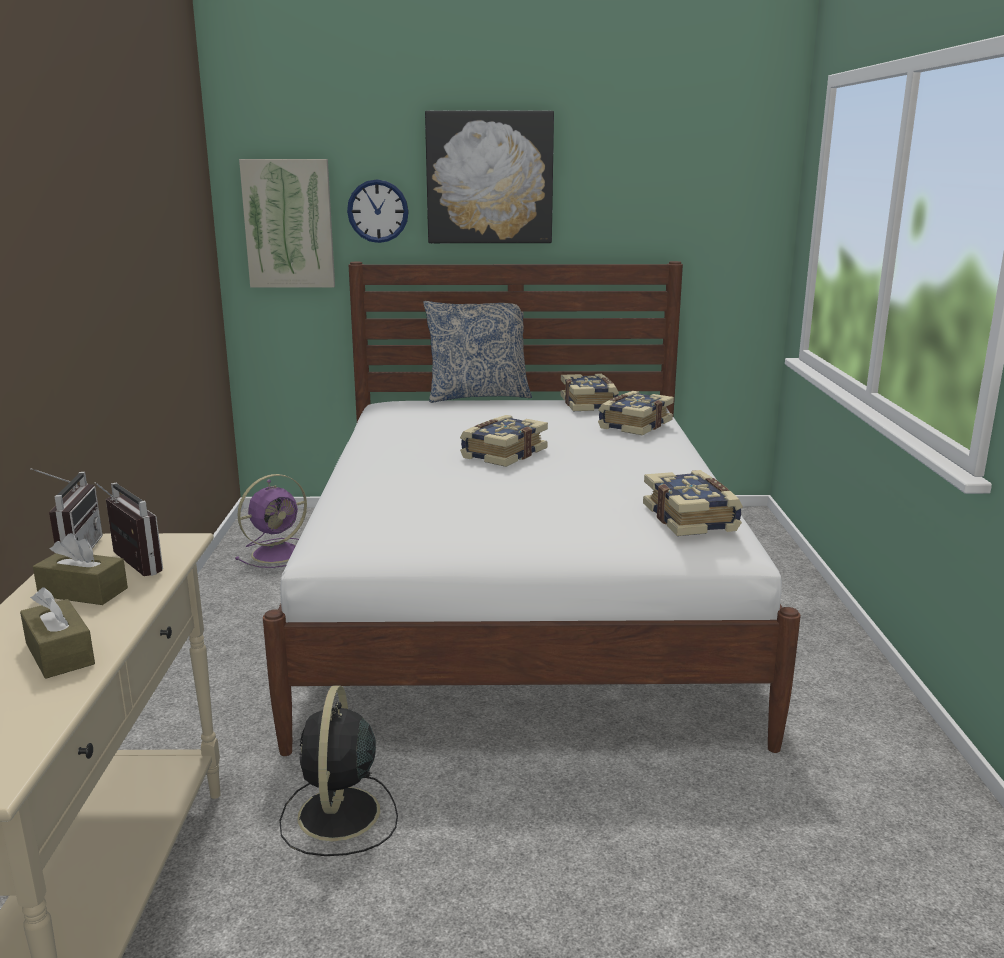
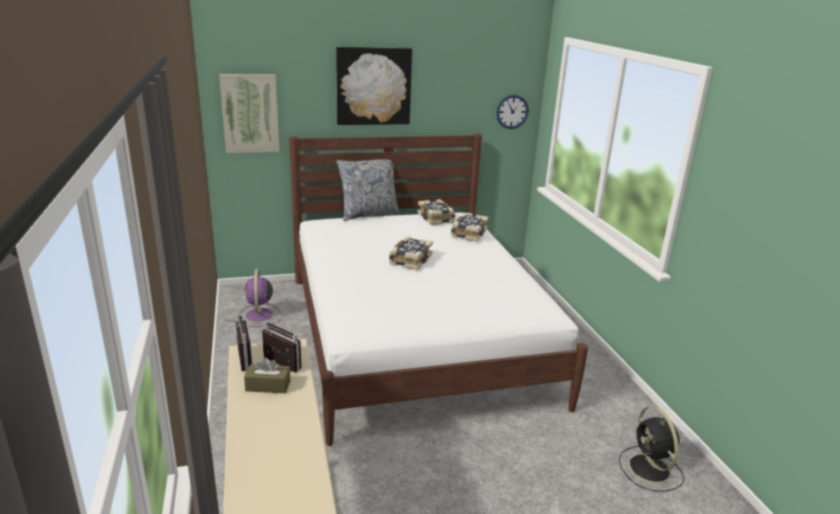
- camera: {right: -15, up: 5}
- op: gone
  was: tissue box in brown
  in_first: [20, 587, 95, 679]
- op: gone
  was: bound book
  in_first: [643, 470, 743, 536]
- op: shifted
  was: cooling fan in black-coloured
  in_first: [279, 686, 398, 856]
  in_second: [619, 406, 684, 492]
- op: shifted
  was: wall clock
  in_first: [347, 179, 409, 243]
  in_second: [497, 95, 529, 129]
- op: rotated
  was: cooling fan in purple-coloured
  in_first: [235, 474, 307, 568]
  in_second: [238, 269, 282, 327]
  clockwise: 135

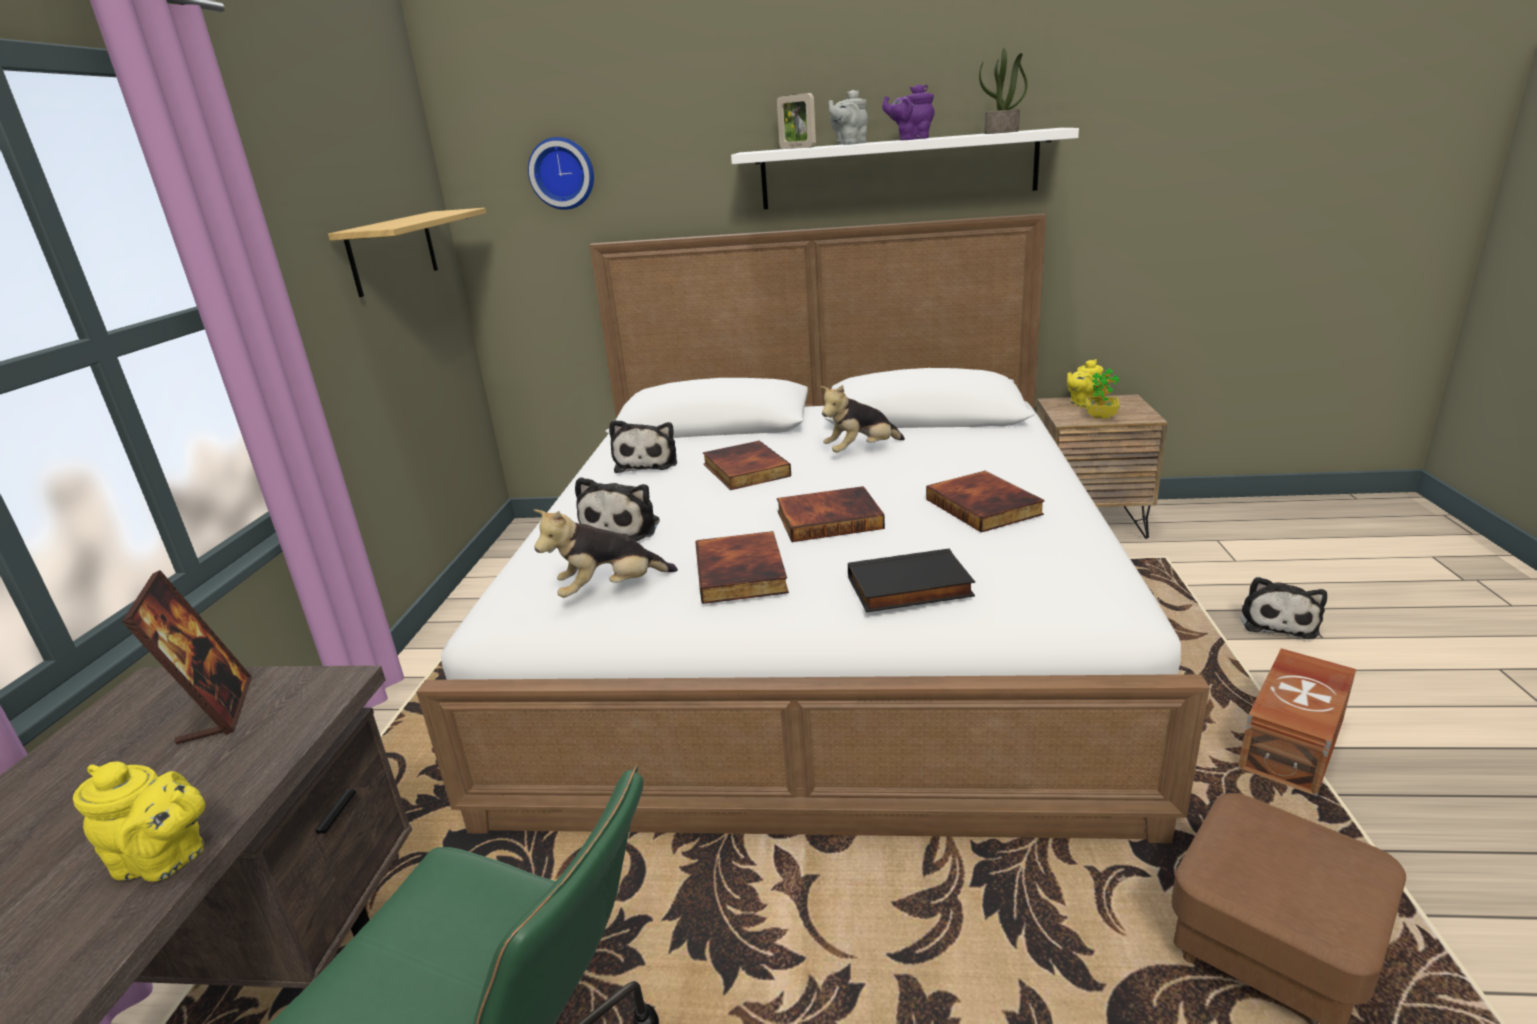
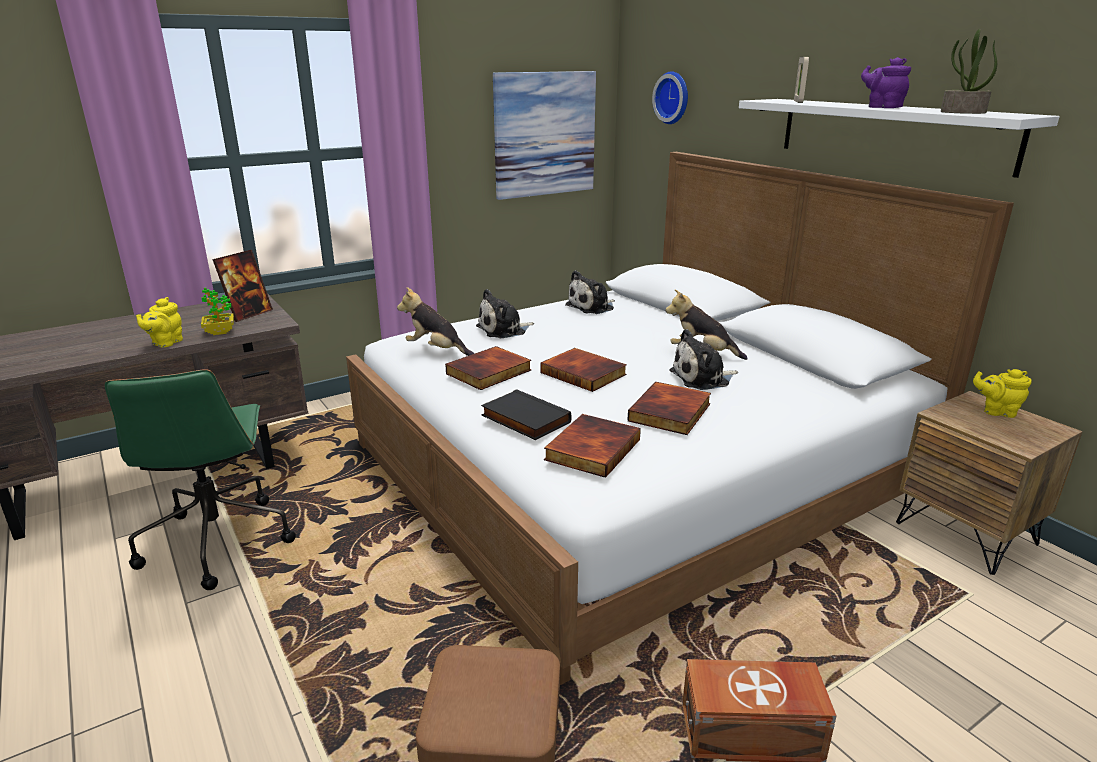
- camera: {right: 50, up: 0}
- op: gone
  was: teapot in grey
  in_first: [828, 90, 868, 145]
- op: shifted
  was: bound book
  in_first: [703, 441, 791, 490]
  in_second: [544, 414, 641, 478]
- op: shifted
  was: potted plant
  in_first: [1085, 368, 1120, 419]
  in_second: [201, 288, 234, 335]
- op: shifted
  was: cuddly toy
  in_first: [1241, 577, 1327, 639]
  in_second: [669, 329, 738, 390]
- op: swapped
  was: shelf
  now: wall picture
  in_first: [328, 208, 486, 297]
  in_second: [493, 71, 596, 200]
- op: rotated
  was: teapot in yellowish
  in_first: [73, 761, 205, 882]
  in_second: [136, 297, 183, 347]
  clockwise: 45

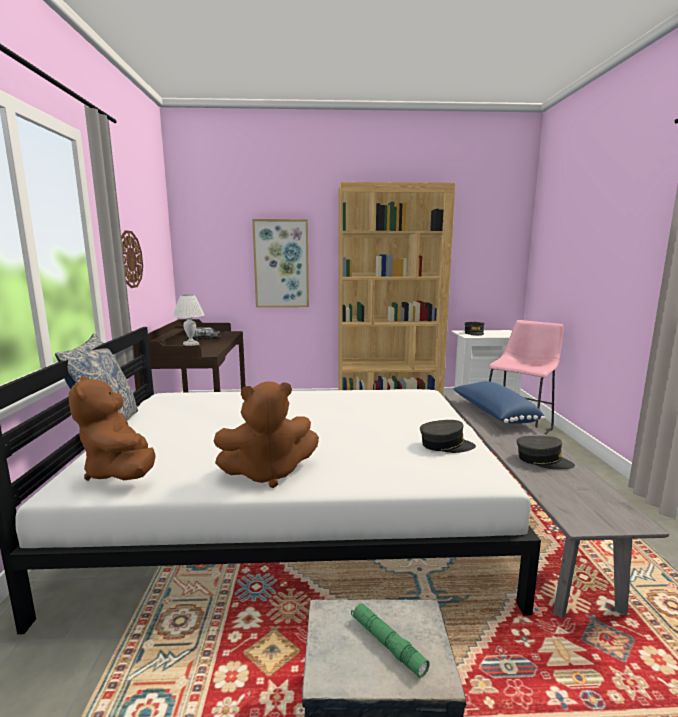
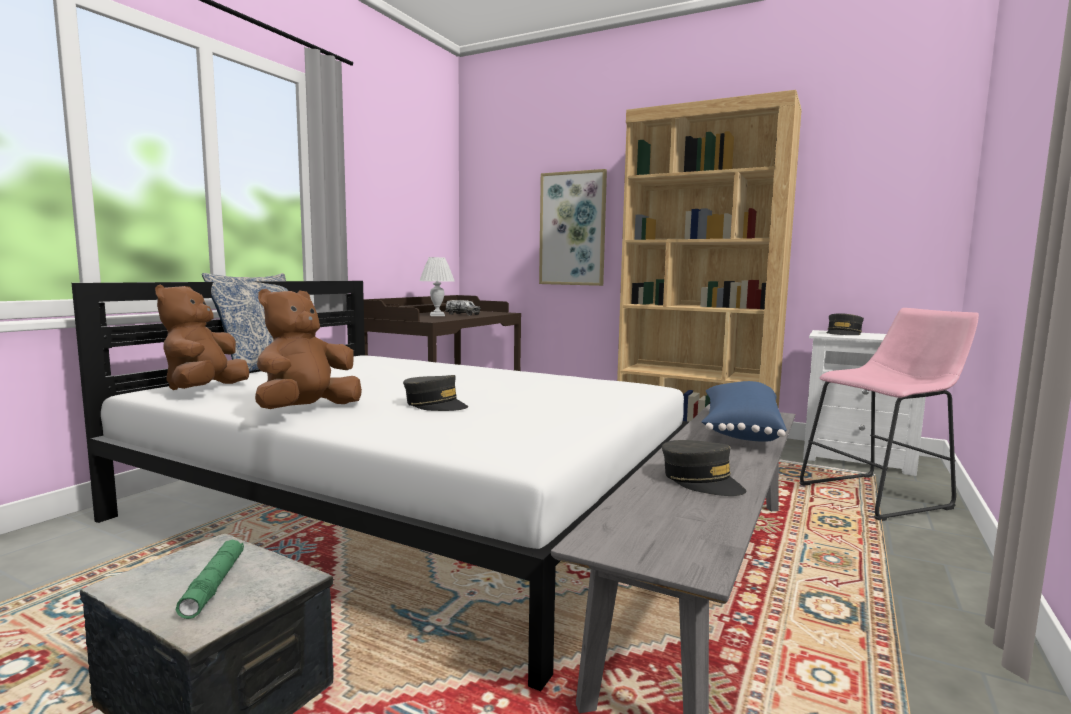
- camera: {right: 30, up: -5}
- op: gone
  was: wall clock
  in_first: [121, 230, 143, 288]
- op: shifted
  was: peaked cap in grey
  in_first: [420, 420, 476, 453]
  in_second: [403, 375, 468, 411]
- op: rotated
  was: cuddly toy in brown
  in_first: [214, 381, 319, 488]
  in_second: [255, 289, 362, 409]
  clockwise: 105

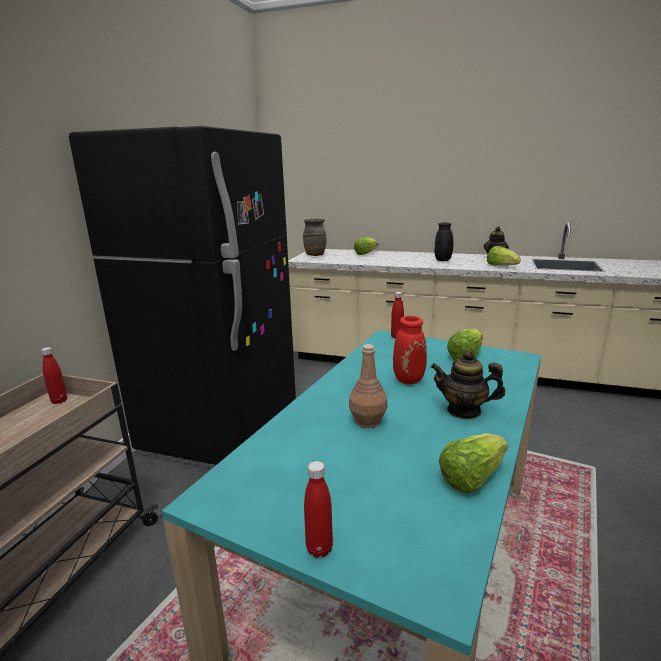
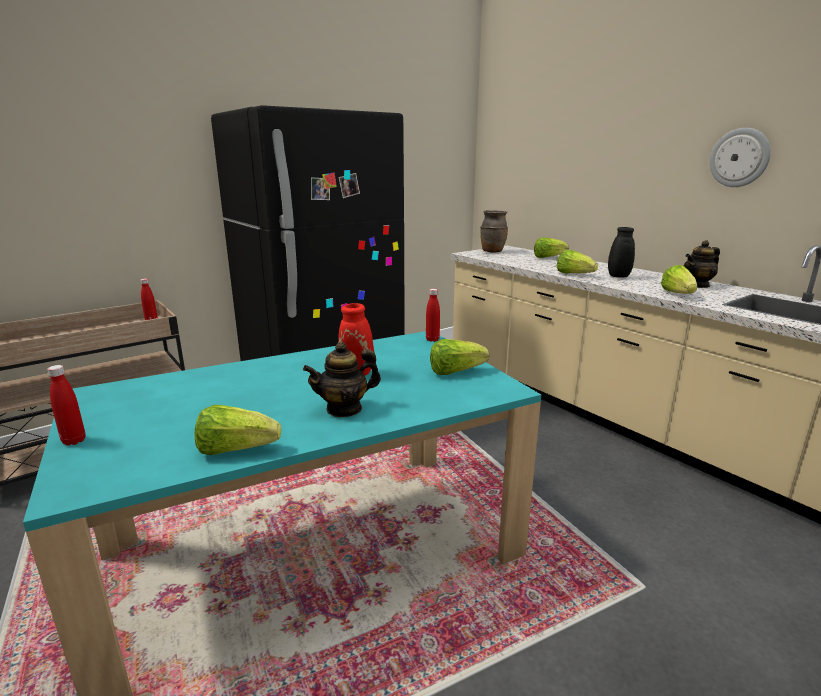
- camera: {right: 35, up: 0}
- op: gone
  was: beverage bottle in brown
  in_first: [349, 344, 387, 428]
- op: new
  now: lettuce head
  in_second: [557, 250, 598, 273]
- op: new
  now: wall clock
  in_second: [709, 128, 771, 187]
- op: rotated
  was: teapot
  in_first: [431, 350, 505, 419]
  in_second: [303, 342, 381, 417]
  clockwise: -75

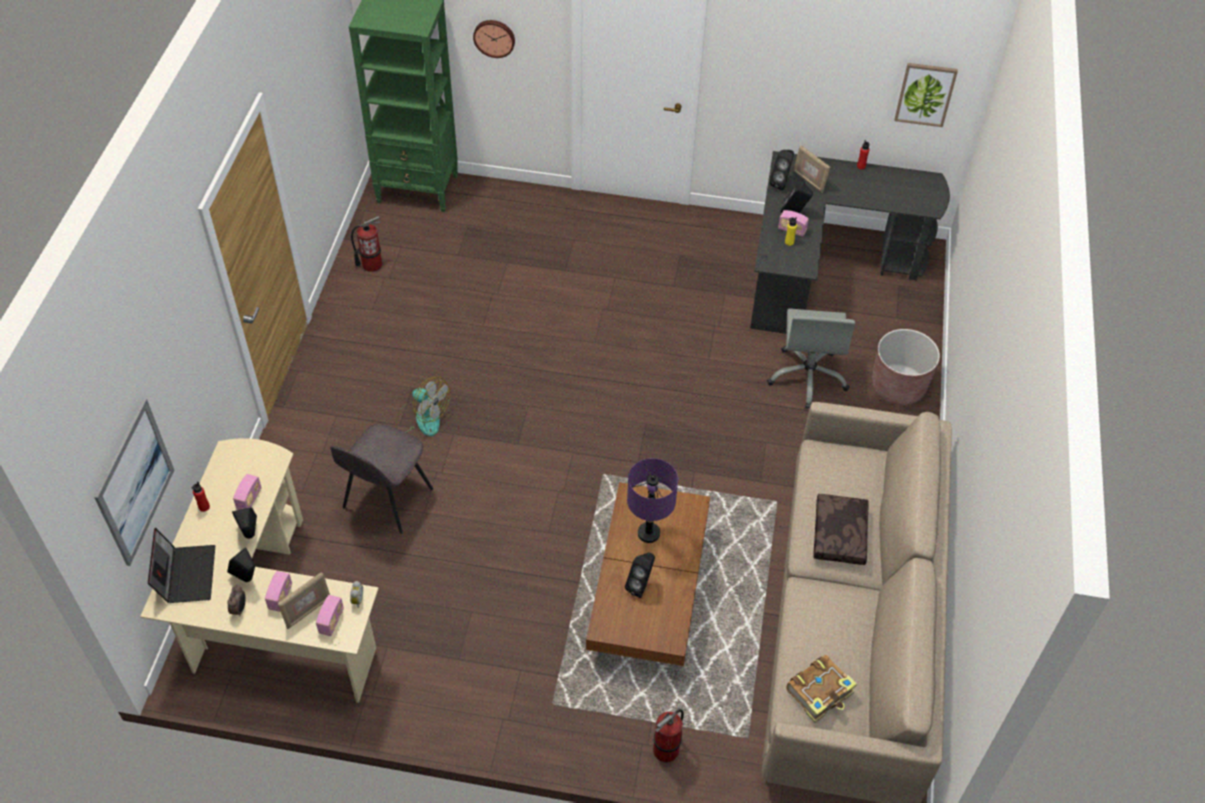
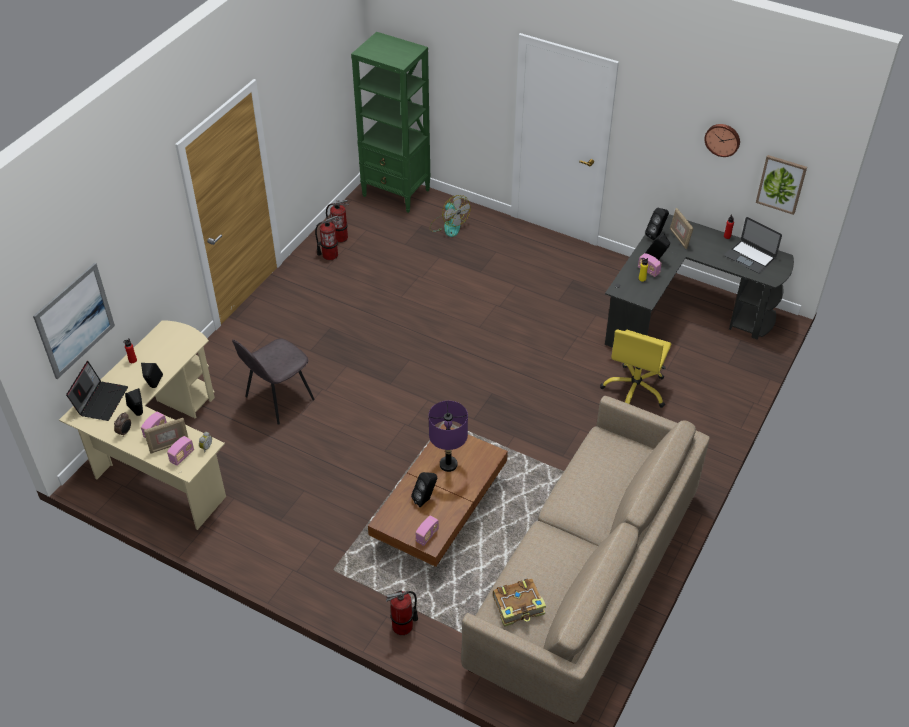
- camera: {right: 20, up: -5}
- op: gone
  was: cushion in brown
  in_first: [813, 494, 869, 565]
- op: gone
  was: plant pot in brown
  in_first: [872, 329, 940, 405]
- op: new
  now: fire extinguisher
  in_second: [315, 216, 339, 260]
- op: new
  now: portable computer
  in_second: [725, 217, 782, 273]
- op: shifted
  was: radio receiver
  in_first: [233, 474, 262, 510]
  in_second: [416, 515, 439, 546]
- op: shifted
  was: cooling fan
  in_first: [396, 377, 450, 436]
  in_second: [430, 195, 471, 237]
- op: shifted
  was: wall clock
  in_first: [473, 20, 515, 58]
  in_second: [704, 124, 740, 157]
- op: repainted
  was: desk chair in grey
  now: desk chair in yellowish
  in_first: [767, 308, 855, 409]
  in_second: [600, 329, 671, 408]

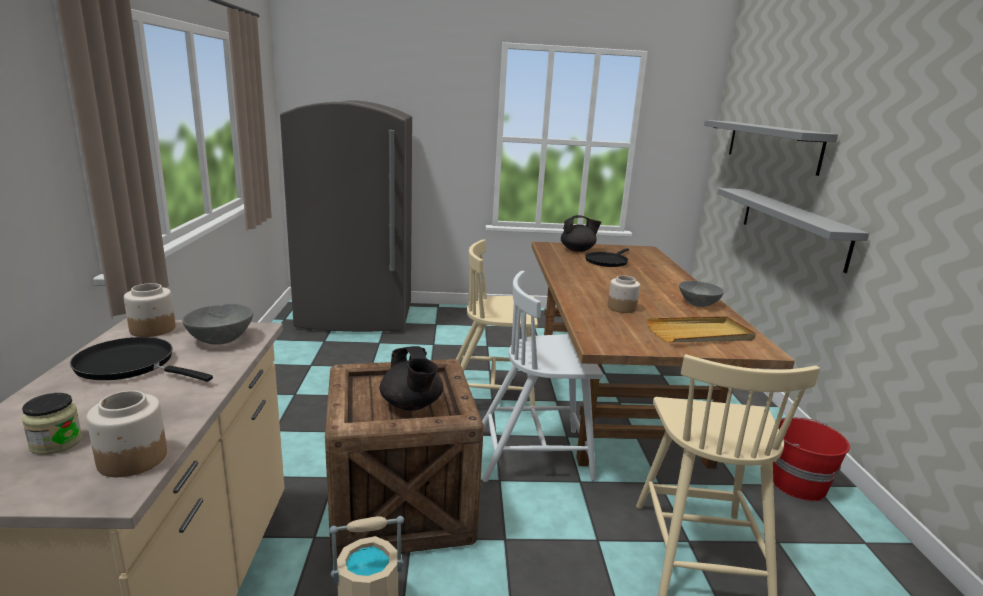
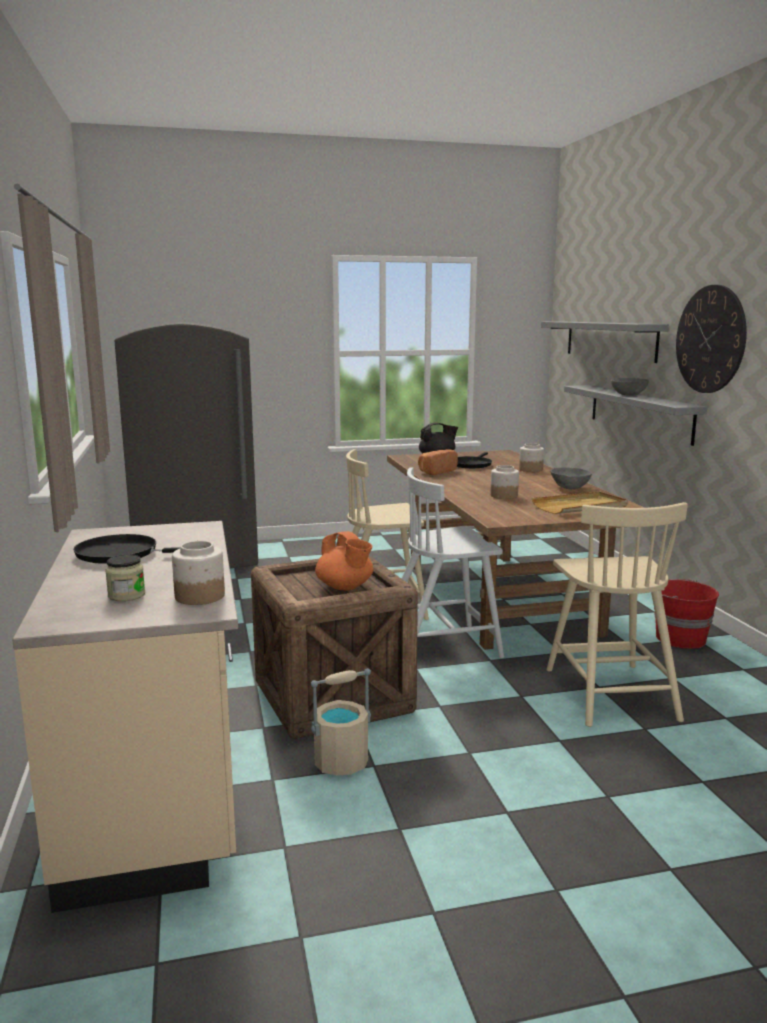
- camera: {right: -10, up: -5}
- op: new
  now: baked bread
  in_second: [418, 450, 458, 475]
- op: new
  now: wall clock
  in_second: [676, 285, 747, 393]
- op: shifted
  was: jar
  in_first: [124, 283, 176, 337]
  in_second: [519, 443, 544, 472]
- op: shifted
  was: serving bowl in grey
  in_first: [182, 304, 253, 345]
  in_second: [611, 378, 649, 395]
- op: repainted
  was: teapot in black-coloured
  now: teapot in orangey
  in_first: [379, 346, 443, 411]
  in_second: [315, 531, 373, 590]

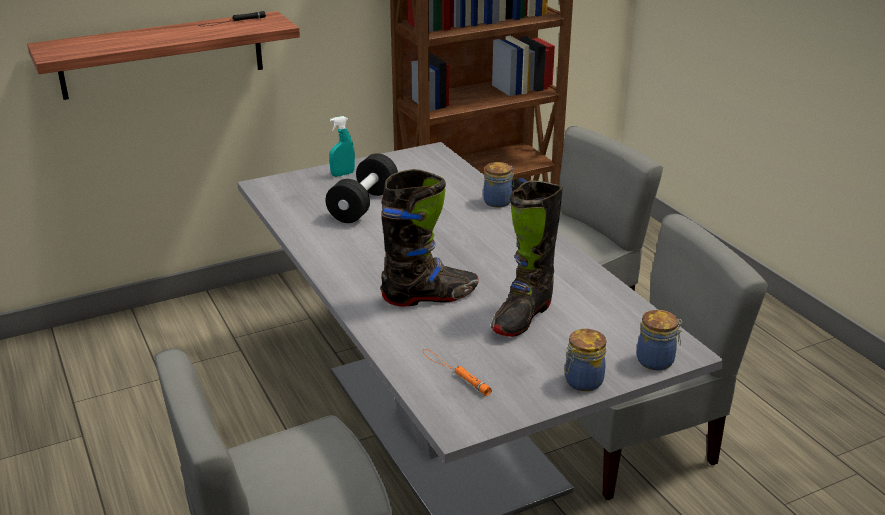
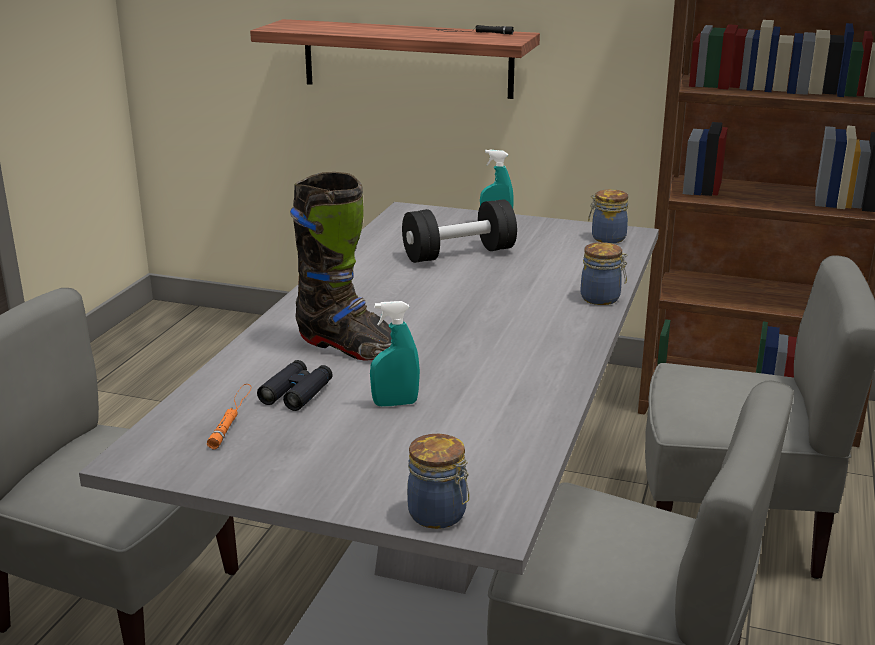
- camera: {right: 45, up: -5}
- op: new
  now: pair of binoculars in black-coloured
  in_second: [257, 360, 333, 411]
- op: shifted
  was: jar
  in_first: [564, 329, 606, 391]
  in_second: [588, 189, 628, 243]
- op: swapped
  was: boot in black-coloured
  now: spray bottle in turquoise-coloured
  in_first: [491, 180, 563, 337]
  in_second: [370, 301, 420, 407]

